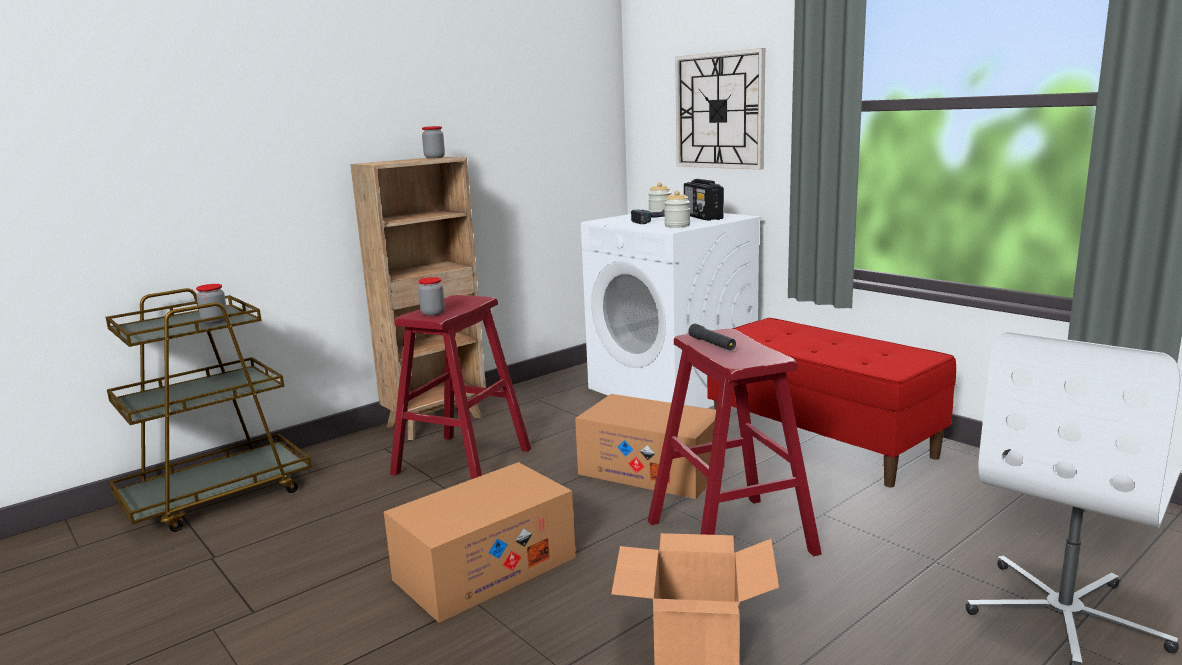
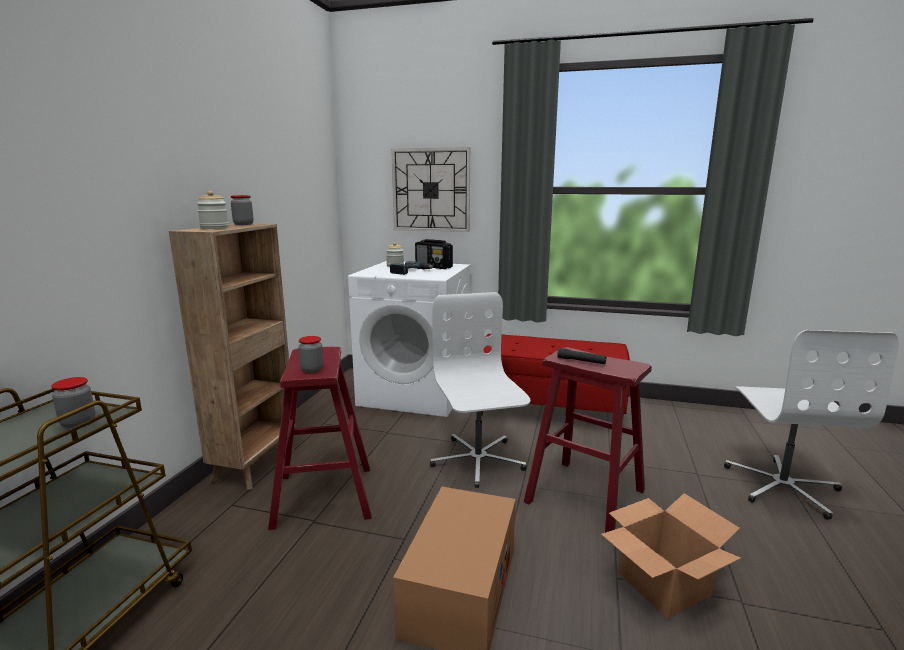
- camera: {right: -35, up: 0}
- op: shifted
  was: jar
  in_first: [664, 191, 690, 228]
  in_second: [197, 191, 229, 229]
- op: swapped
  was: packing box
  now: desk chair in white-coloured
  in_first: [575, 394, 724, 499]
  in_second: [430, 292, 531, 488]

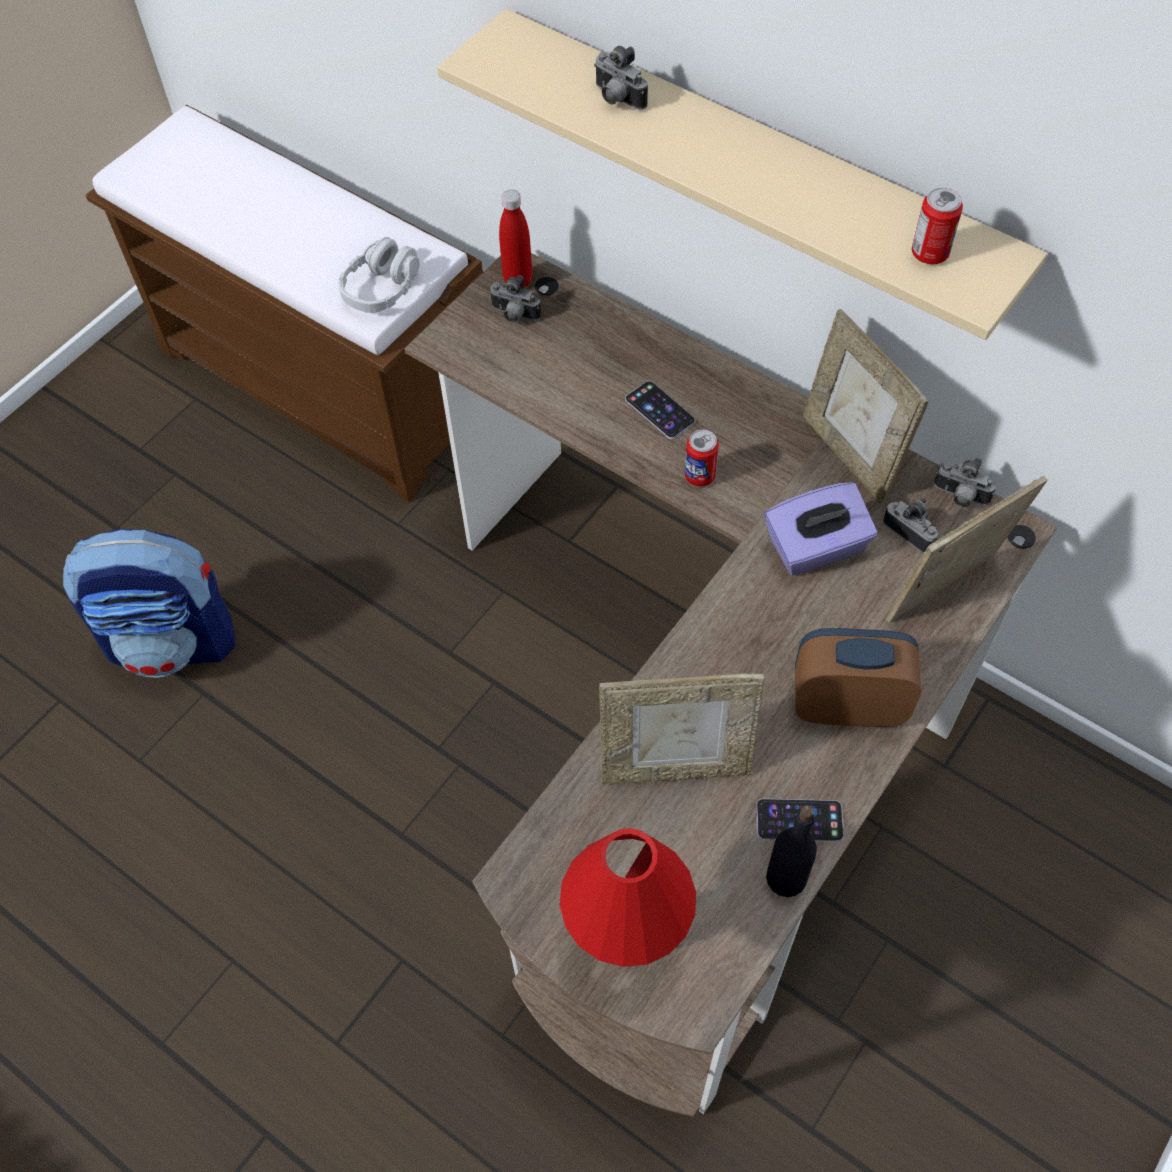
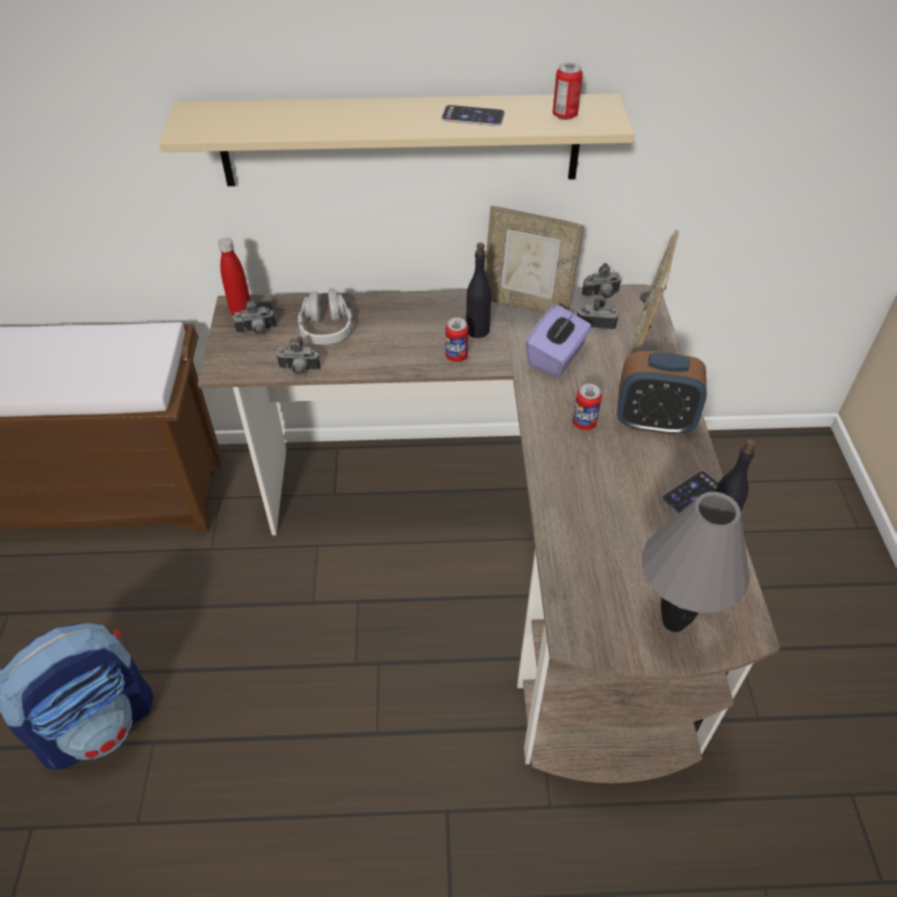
- camera: {right: -40, up: -10}
- op: gone
  was: picture frame
  in_first: [599, 674, 765, 785]
- op: new
  now: beverage bottle in black-coloured
  in_second: [466, 243, 491, 338]
- op: new
  now: sealed can
  in_second: [573, 384, 602, 430]
- op: shifted
  was: headphones in grey
  in_first: [338, 237, 420, 313]
  in_second: [298, 290, 352, 345]
- op: shifted
  was: photo camera
  in_first: [594, 46, 648, 110]
  in_second: [276, 337, 320, 375]
- op: shifted
  was: handset
  in_first: [625, 381, 695, 439]
  in_second: [441, 105, 505, 126]
- op: repainted
  was: table lamp in reddish
  now: table lamp in grey
  in_first: [559, 828, 696, 967]
  in_second: [642, 492, 750, 632]
- op: rotated
  was: table clock
  in_first: [795, 628, 921, 727]
  in_second: [617, 351, 707, 436]
  clockwise: -135

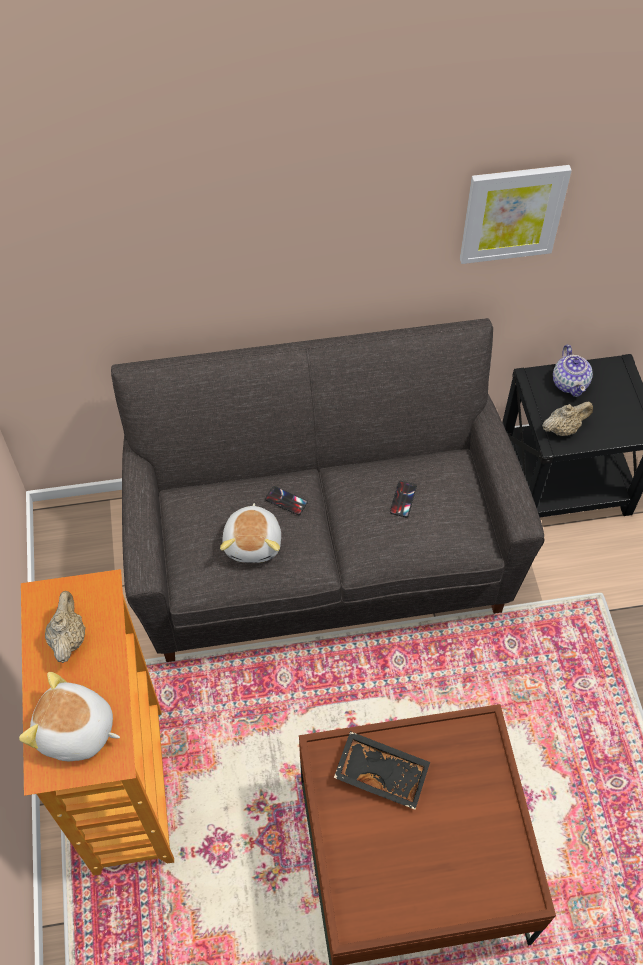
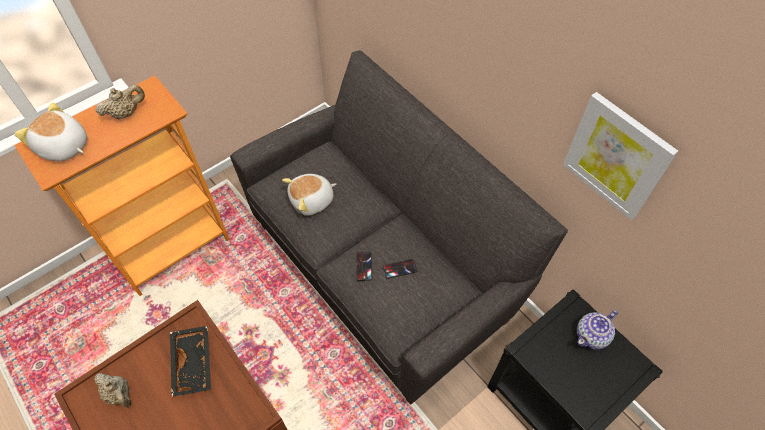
- camera: {right: 60, up: 0}
- op: shifted
  was: handset
  in_first: [265, 486, 308, 515]
  in_second: [356, 252, 372, 281]
- op: shifted
  was: teapot in beige
  in_first: [542, 401, 593, 436]
  in_second: [94, 373, 131, 408]
- op: rotated
  was: cuddly toy
  in_first: [19, 672, 120, 761]
  in_second: [15, 102, 87, 161]
  clockwise: -45

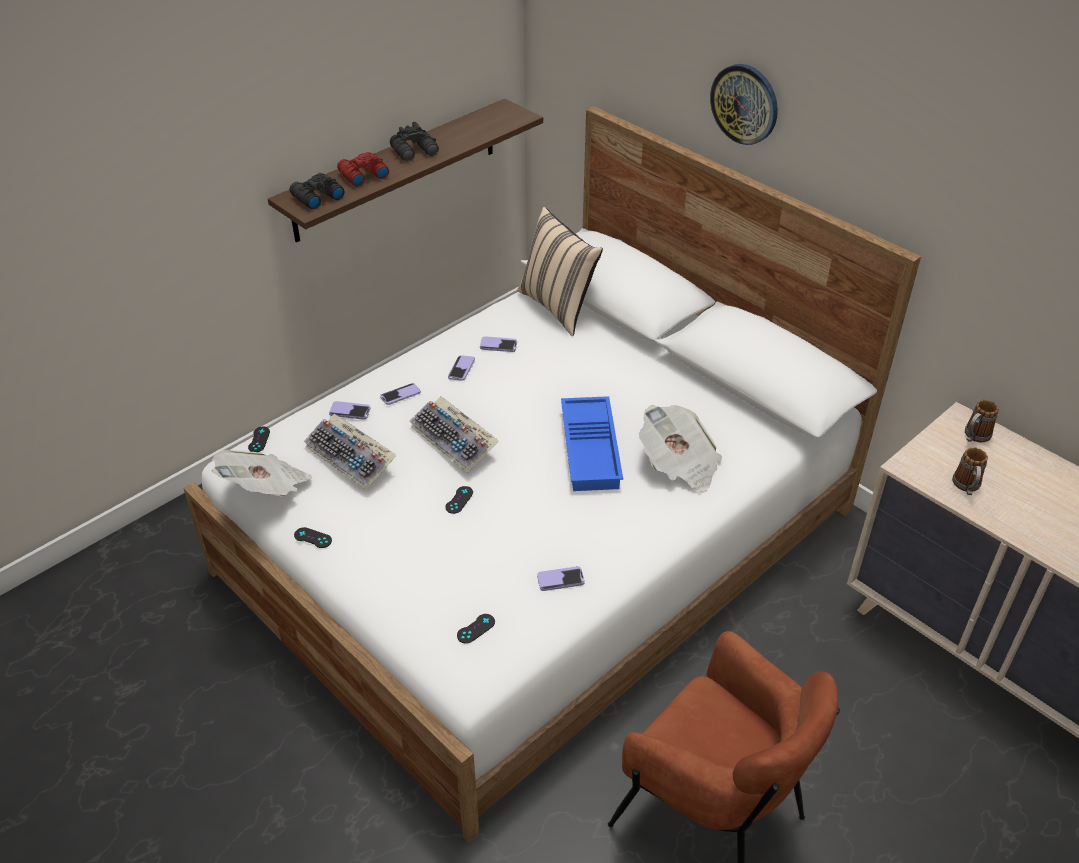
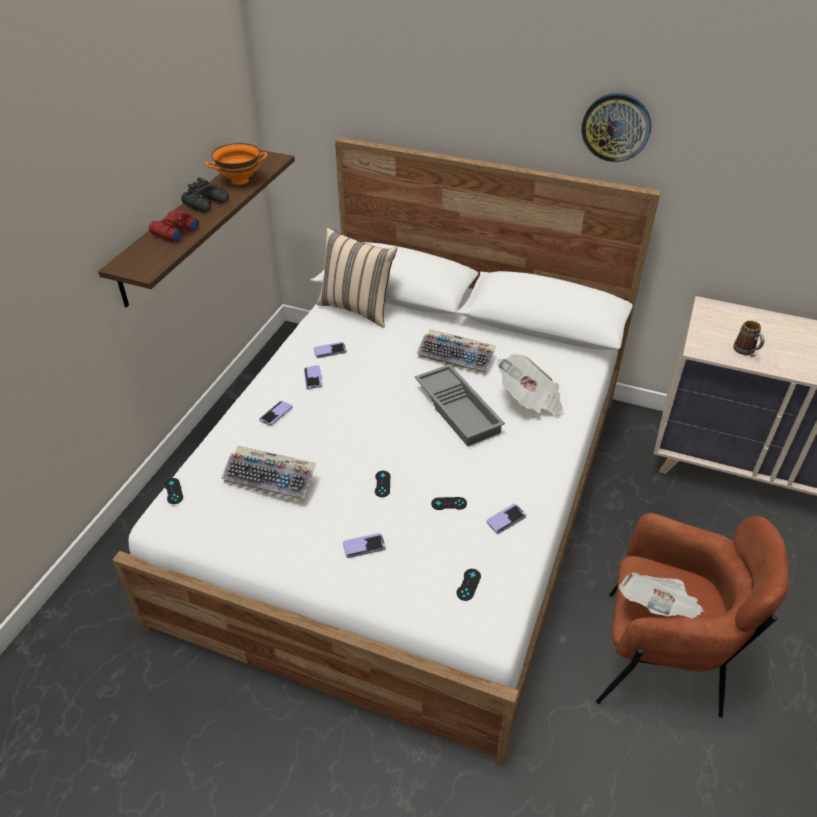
- camera: {right: -25, up: 0}
- op: gone
  was: pair of binoculars in black-coloured
  in_first: [290, 173, 345, 209]
- op: gone
  was: mug
  in_first: [965, 400, 999, 442]
- op: new
  now: serving bowl in orangey
  in_second: [205, 143, 267, 185]
- op: shifted
  was: newspaper
  in_first: [212, 450, 312, 496]
  in_second: [619, 572, 704, 618]
- op: shifted
  was: gamepad in black-coloured
  in_first: [294, 527, 332, 548]
  in_second: [431, 497, 467, 510]
- op: shifted
  was: handset
  in_first: [329, 401, 371, 420]
  in_second: [343, 533, 386, 558]
- op: shifted
  was: computer keyboard
  in_first: [410, 396, 499, 472]
  in_second: [416, 329, 496, 375]
- op: shifted
  was: wall clock
  in_first: [710, 64, 778, 145]
  in_second: [581, 93, 651, 162]
- op: repainted
  was: serving tray in blue-coloured
  now: serving tray in grey
  in_first: [561, 396, 623, 491]
  in_second: [415, 364, 505, 447]

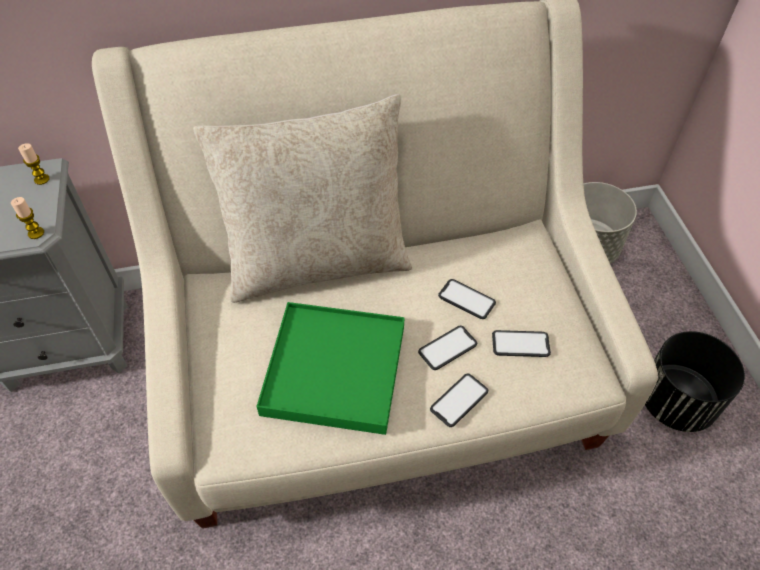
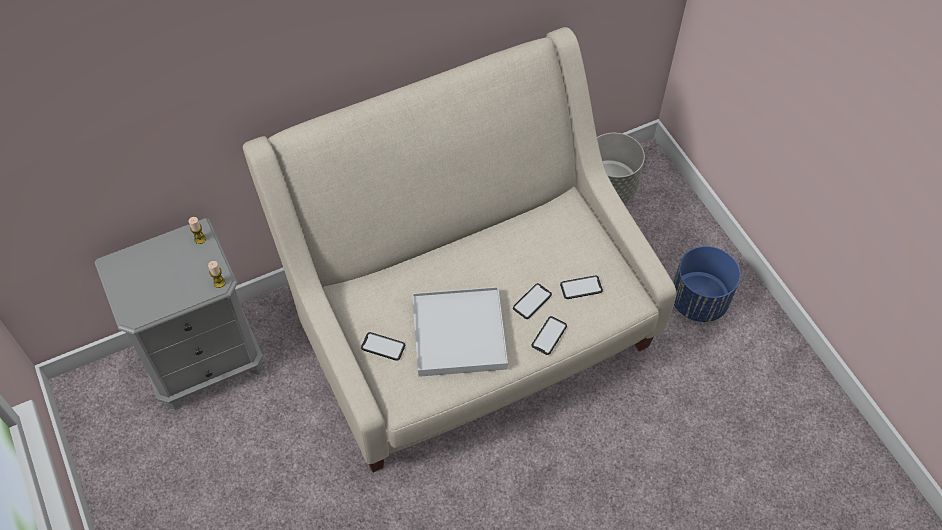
- camera: {right: -15, up: 5}
- op: gone
  was: cushion in beige
  in_first: [193, 94, 412, 303]
- op: shifted
  was: handset
  in_first: [438, 279, 496, 319]
  in_second: [361, 332, 406, 361]
- op: repainted
  was: serving tray in greenish
  now: serving tray in white-coloured
  in_first: [256, 302, 404, 435]
  in_second: [412, 287, 508, 377]
- op: repainted
  was: plant pot in black-coloured
  now: plant pot in blue-coloured
  in_first: [645, 331, 745, 432]
  in_second: [674, 246, 741, 322]

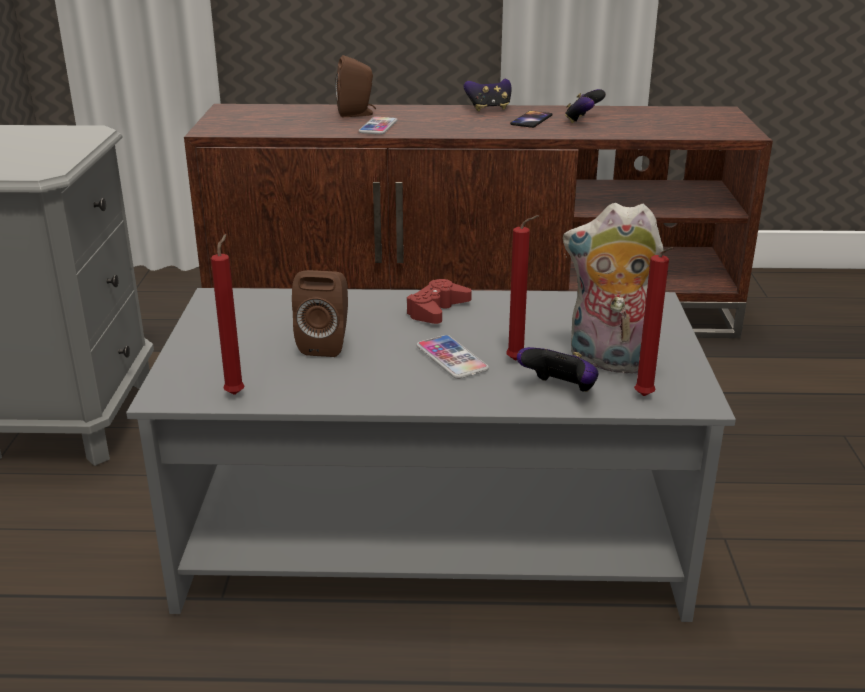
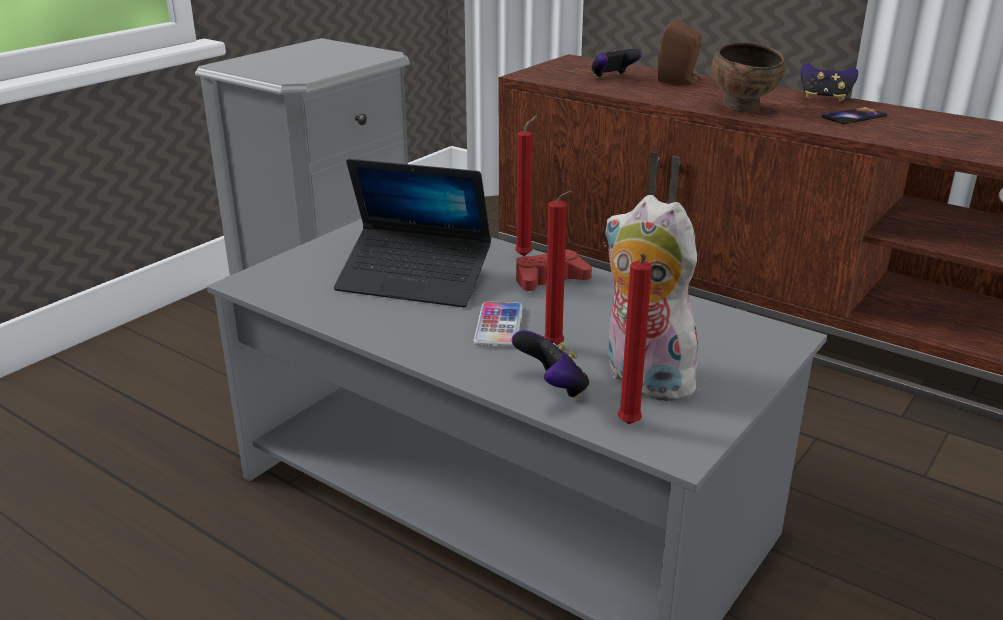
- camera: {right: 35, up: 0}
- op: gone
  was: handset
  in_first: [358, 117, 398, 134]
- op: new
  now: serving bowl in brown
  in_second: [712, 42, 786, 112]
- op: shifted
  was: candle in reddish
  in_first: [211, 234, 244, 395]
  in_second: [515, 115, 537, 256]
- op: shifted
  was: gamepad
  in_first: [565, 89, 606, 123]
  in_second: [592, 49, 642, 78]
- op: swapped
  was: speaker in brown
  now: portable computer
  in_first: [292, 270, 348, 357]
  in_second: [334, 159, 491, 307]

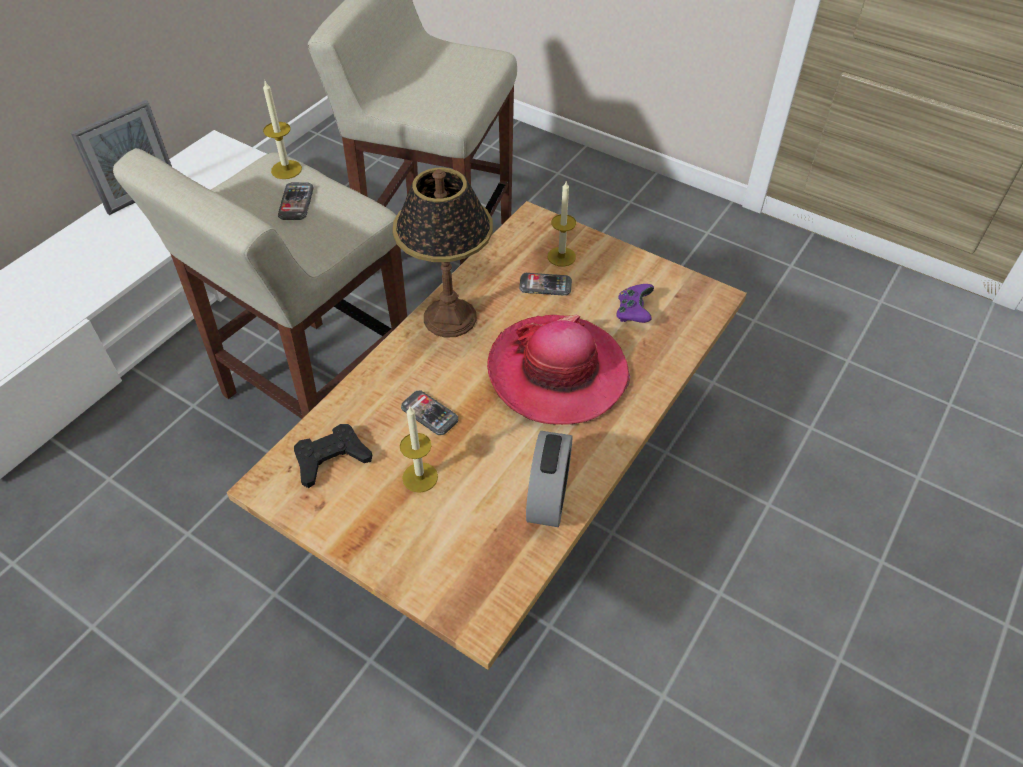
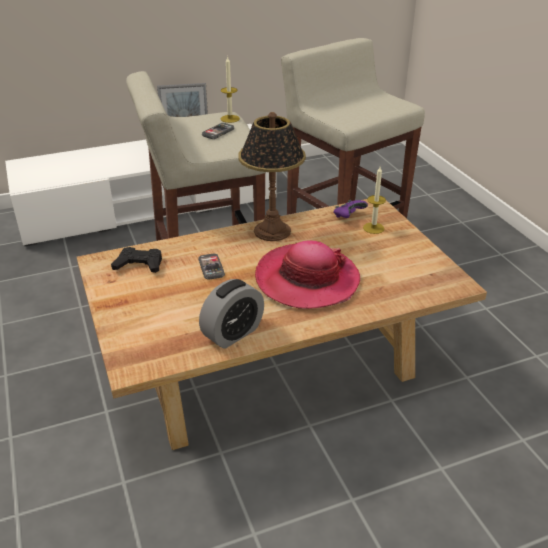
- camera: {right: 35, up: -15}
- op: gone
  was: candle
  in_first: [400, 407, 438, 493]
- op: gone
  was: handset
  in_first: [519, 273, 572, 296]
- op: shifted
  was: gamepad in purple-coloured
  in_first: [616, 284, 654, 323]
  in_second: [334, 200, 368, 218]

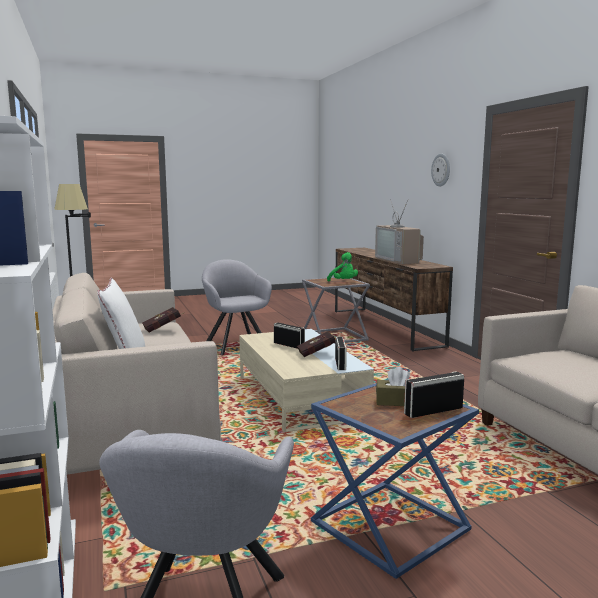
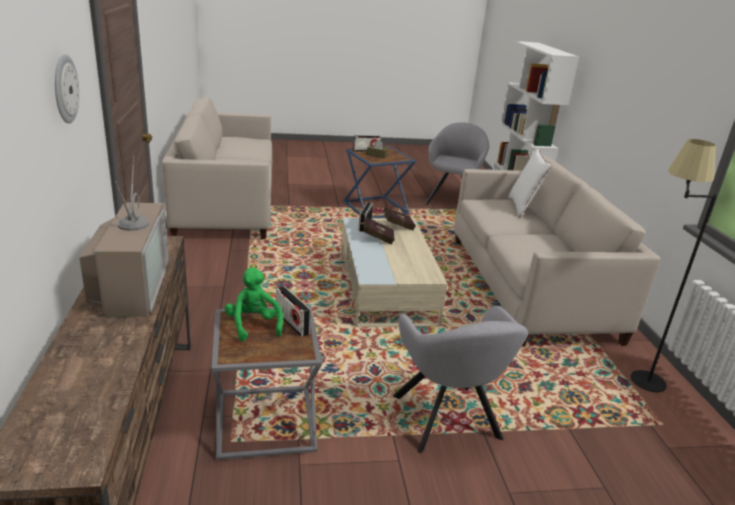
- camera: {right: -170, up: 15}
- op: shifted
  was: bound book in reddish
  in_first: [142, 307, 185, 332]
  in_second: [379, 207, 416, 230]
- op: shifted
  was: radio receiver
  in_first: [274, 322, 305, 349]
  in_second: [276, 286, 311, 337]

